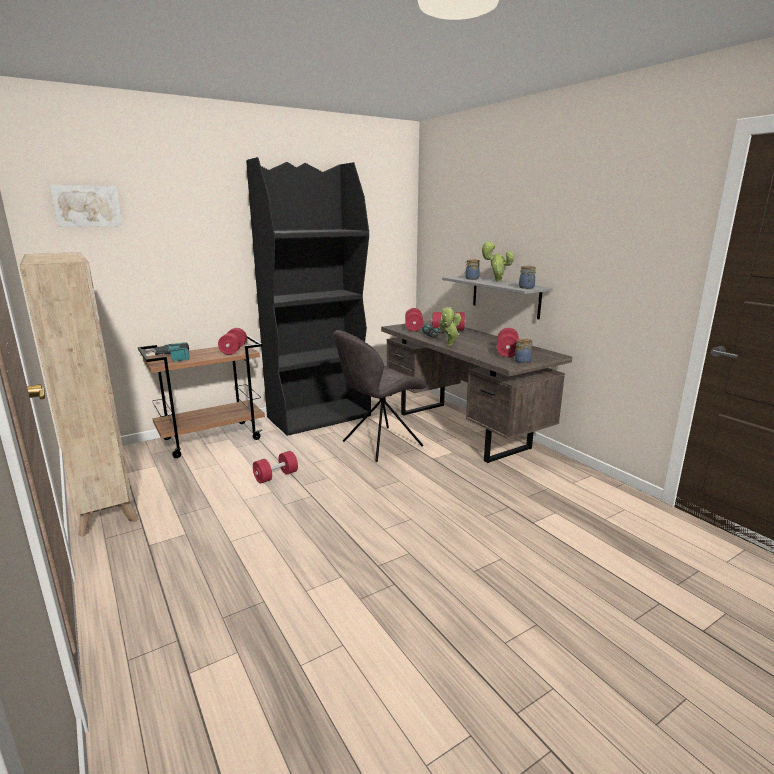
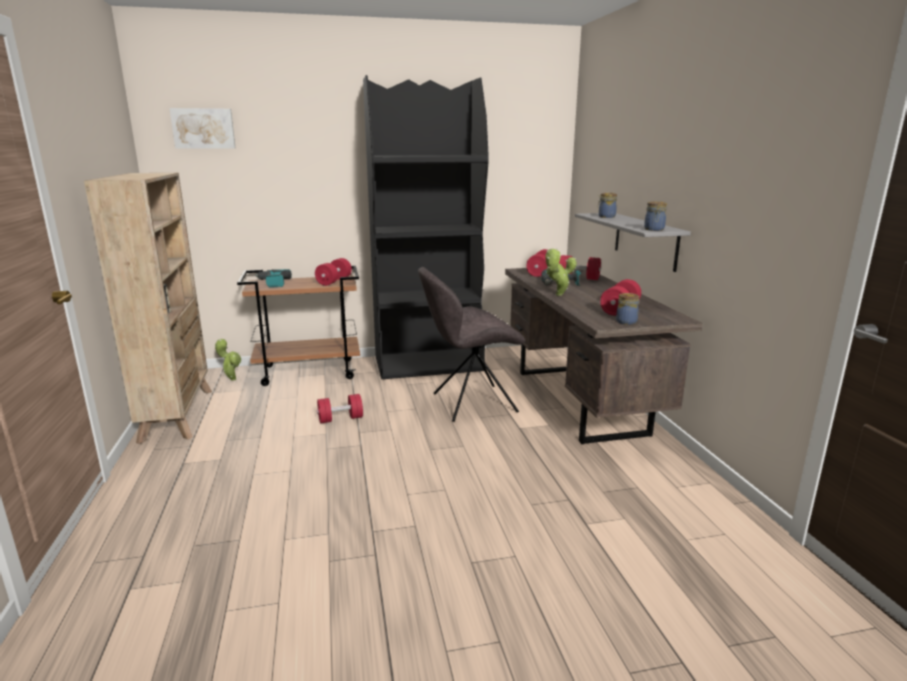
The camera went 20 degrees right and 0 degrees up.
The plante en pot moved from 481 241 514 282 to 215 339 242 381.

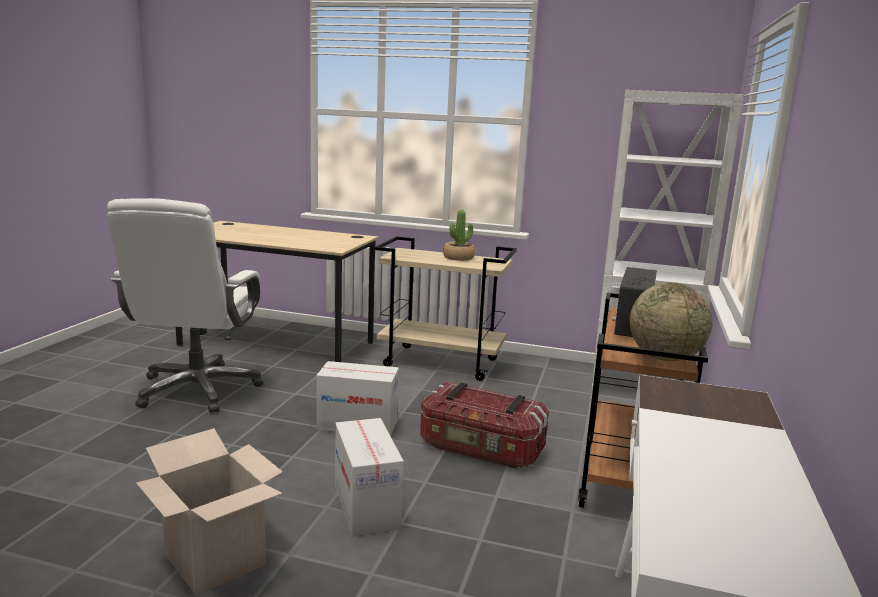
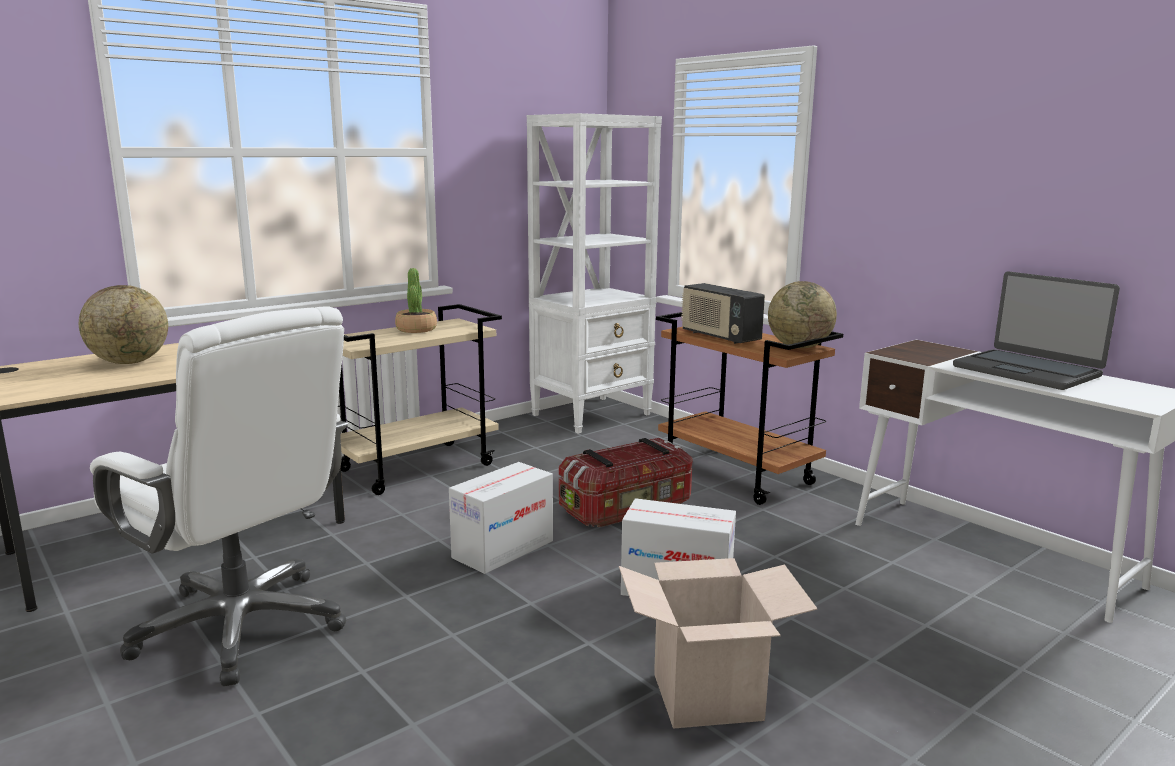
The camera went 55 degrees left and 0 degrees up.
The ordinateur portable at 953 271 1120 390 appeared.
The globe at 79 285 168 364 appeared.

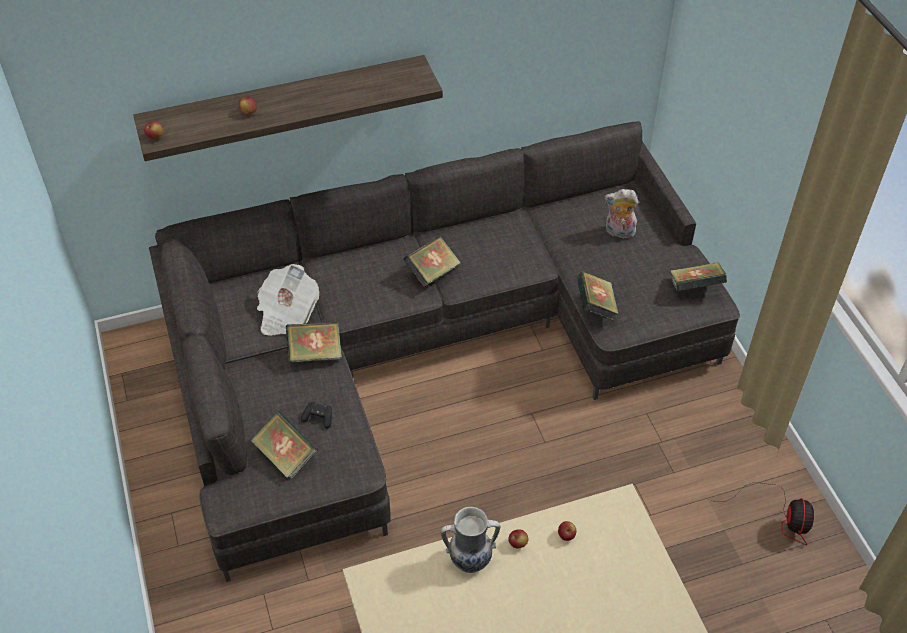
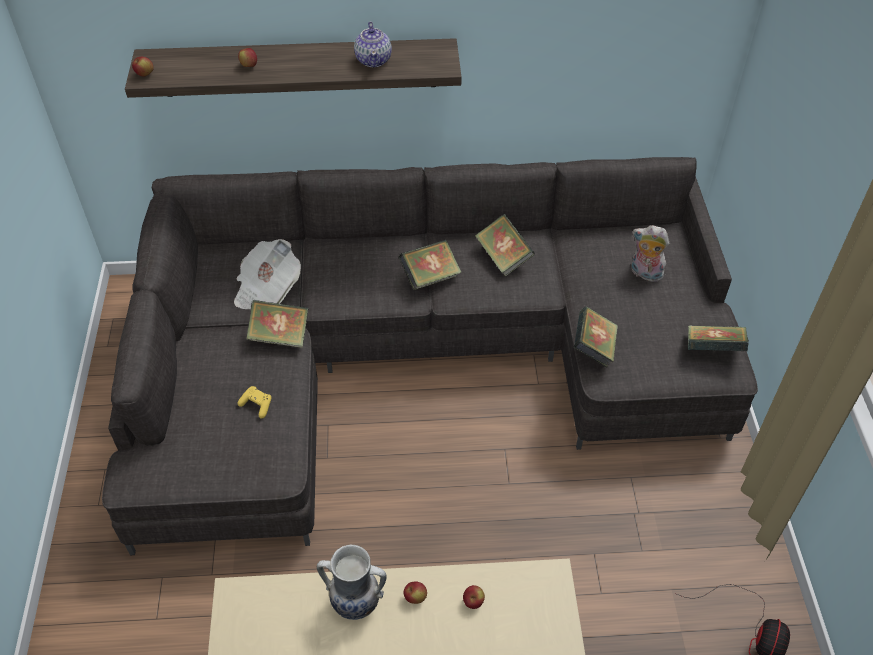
The camera went 15 degrees right and 0 degrees up.
The manette/noir at 301 402 332 429 became the manette/jaune at 238 386 272 419.
The livre moved from 251 411 318 479 to 475 214 535 277.
The théière at 354 22 392 67 appeared.

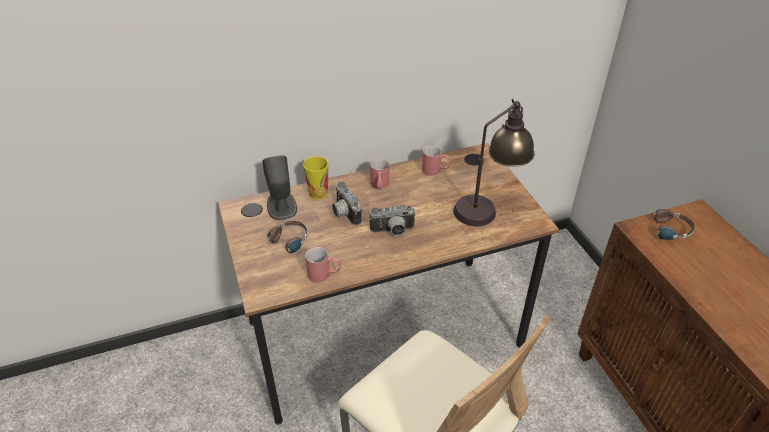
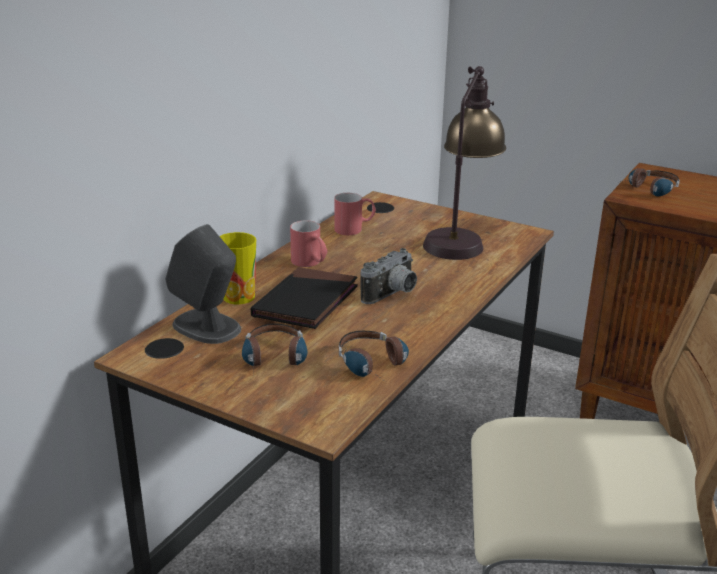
The camera went 40 degrees left and 15 degrees down.
The appareil photo at 332 182 362 225 was replaced by the livre/noir at 251 267 358 329.
The mug/rouge at 305 247 341 283 was replaced by the casque audio at 339 331 409 379.

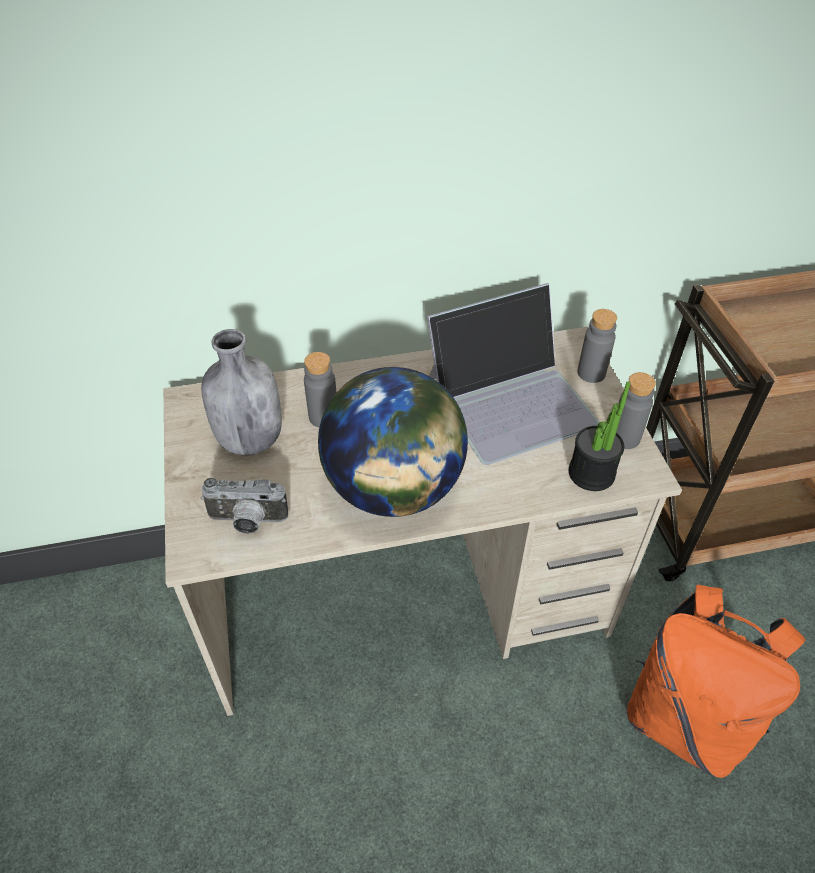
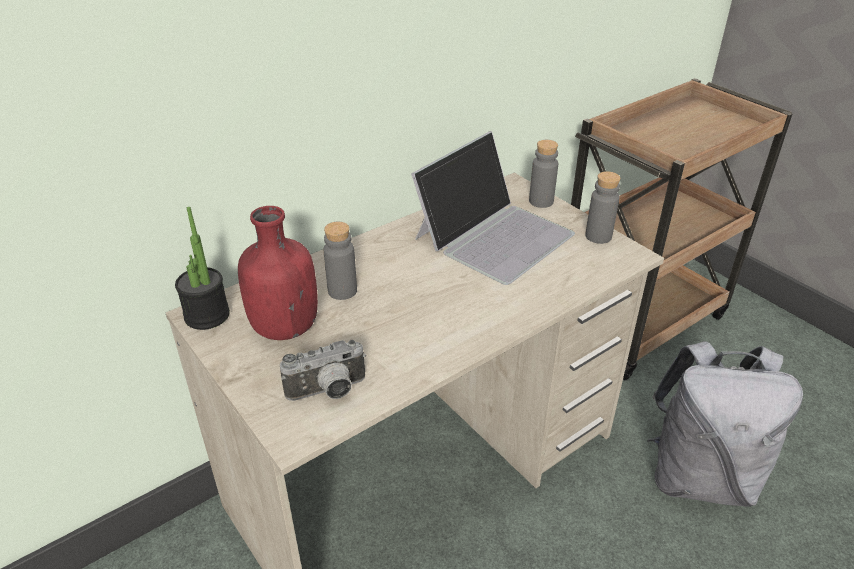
The camera went 25 degrees left and 10 degrees down.
The bouteille/gris at 201 329 282 455 became the bouteille/rouge at 238 206 318 340.
The globe at 318 367 468 517 disappeared.
The plante en pot moved from 569 382 630 491 to 175 207 230 330.
The sac à dos/orange at 627 585 805 778 became the sac à dos/gris at 647 341 803 507.

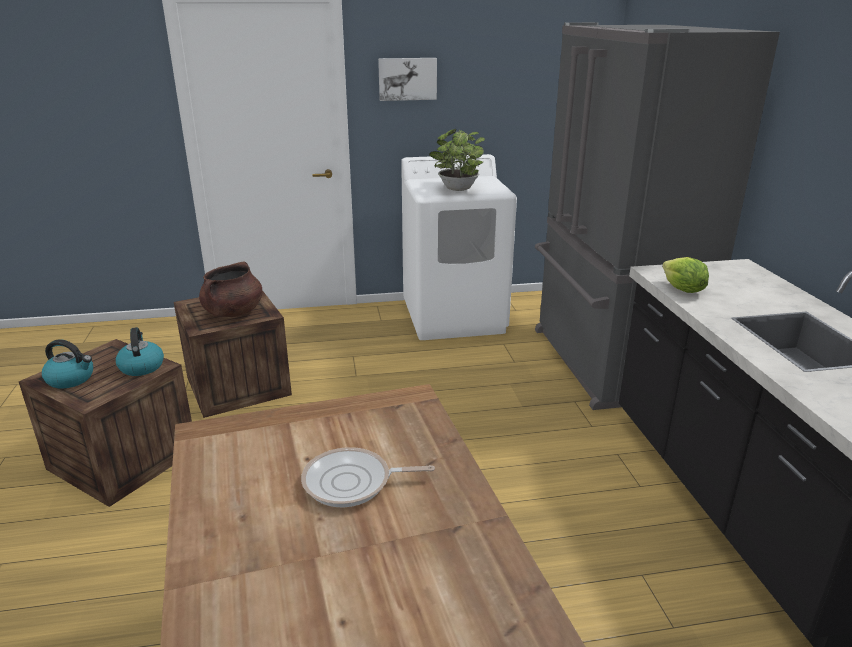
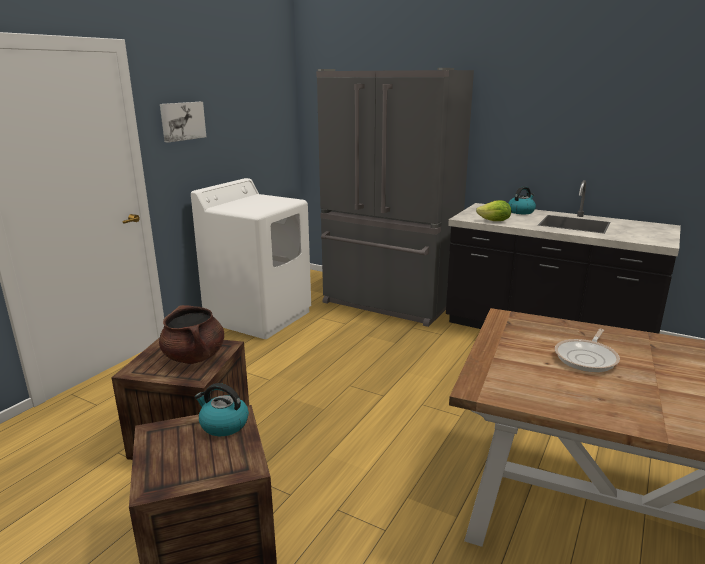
The camera went 50 degrees left and 5 degrees down.
The plante en pot at 429 129 485 191 disappeared.
The bouilloire moved from 42 339 93 389 to 508 186 536 214.

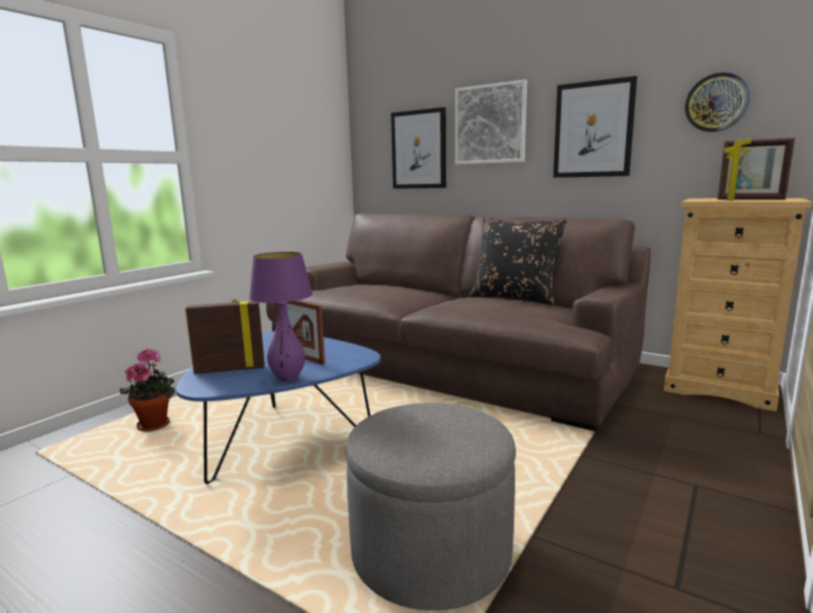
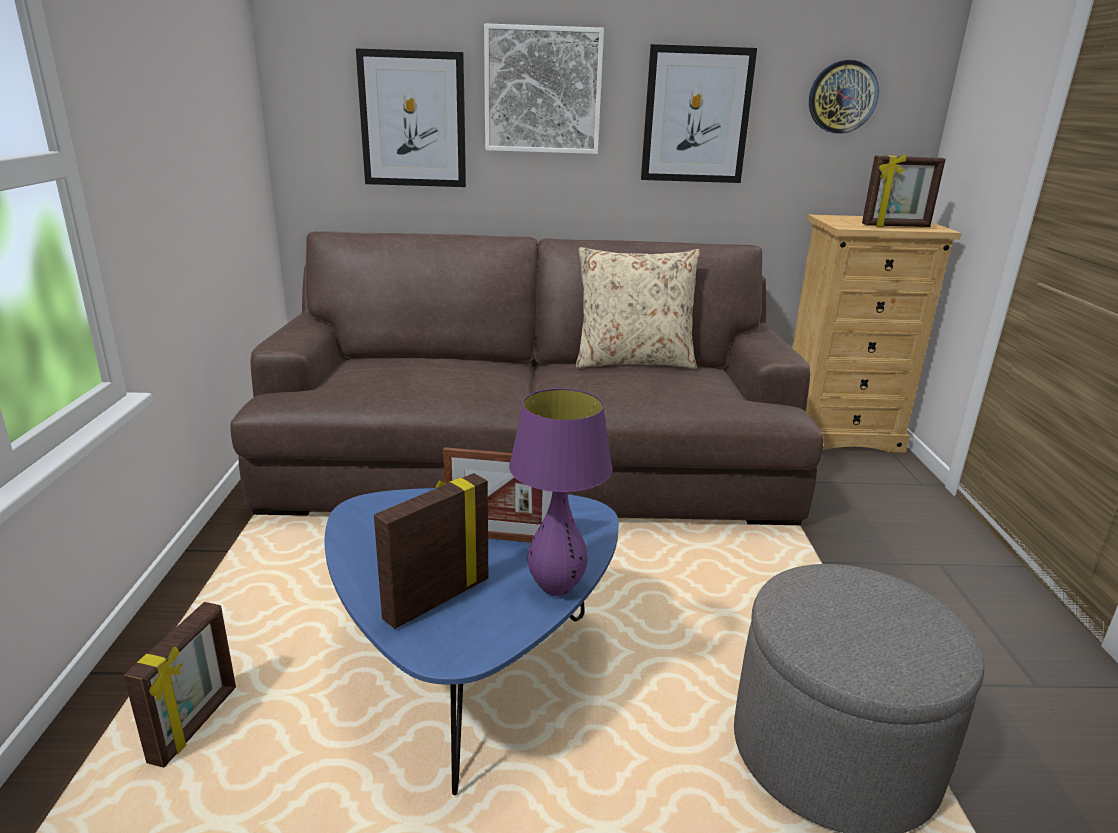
The camera went 35 degrees left and 10 degrees up.
The coussin/noir at 470 217 567 305 became the coussin/beige at 576 247 700 369.
The plante en pot at 120 348 175 431 was replaced by the cadre photo at 124 602 236 768.

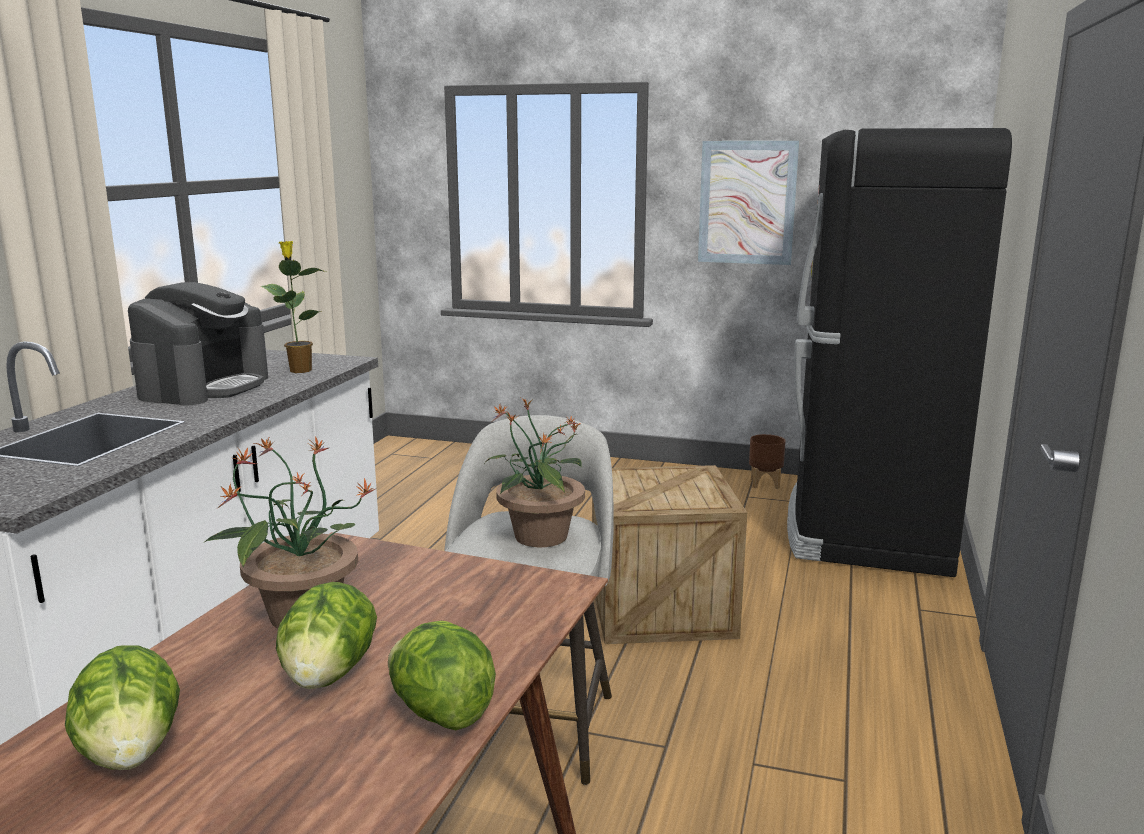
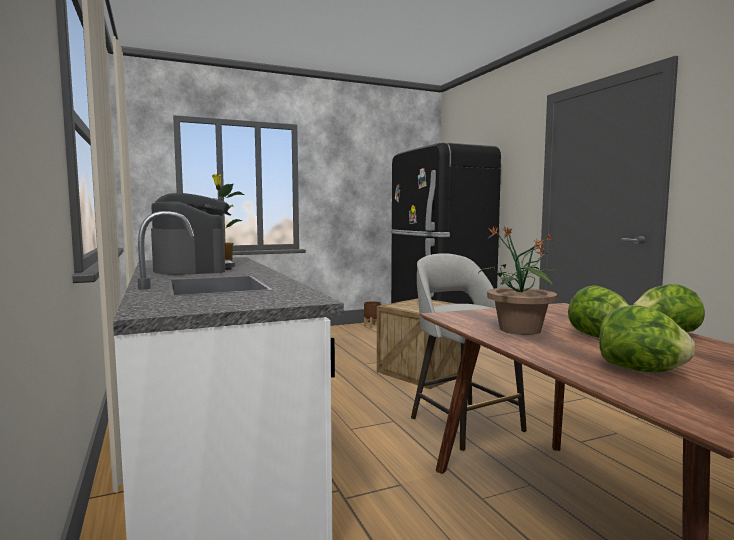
The camera went 40 degrees left and 10 degrees down.
The tableau at 698 141 799 265 disappeared.
The plante en pot at 485 398 585 547 disappeared.

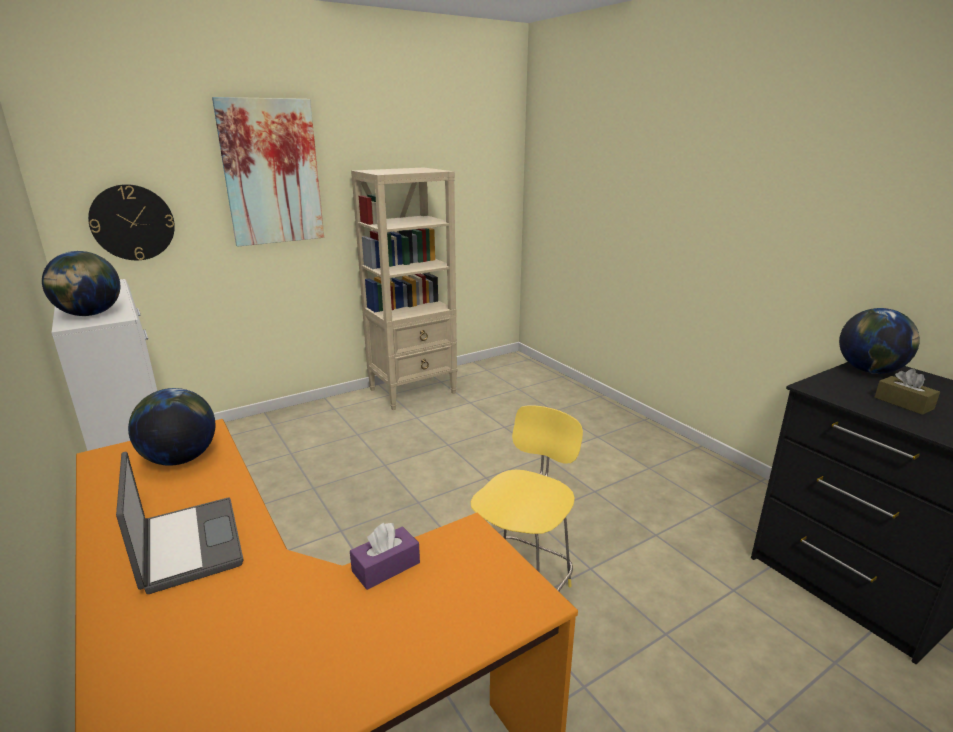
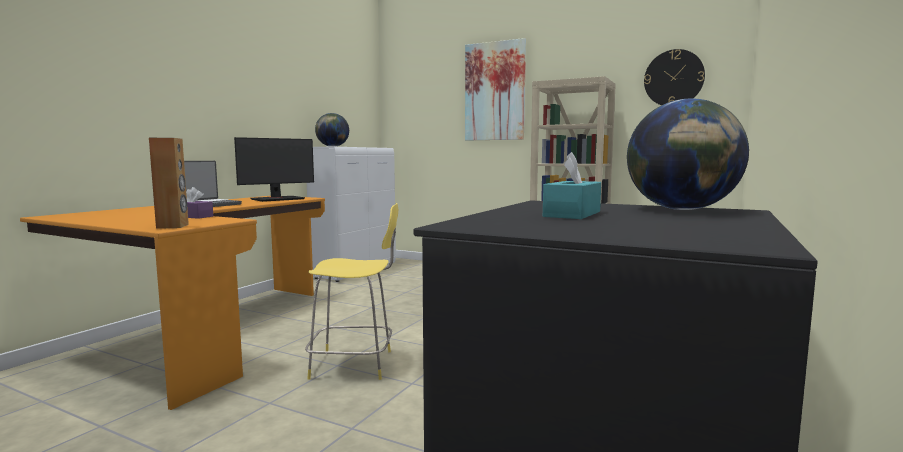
The camera went 60 degrees right and 15 degrees down.
The horloge murale moved from 88 184 175 260 to 644 49 705 105.
The boîte à mouchoirs/marron at 875 369 940 415 became the boîte à mouchoirs/turquoise at 543 152 601 219.
The globe at 128 388 215 466 was replaced by the écran d'ordinateur at 234 137 314 202.
The enceinte/marron at 149 138 189 229 appeared.

